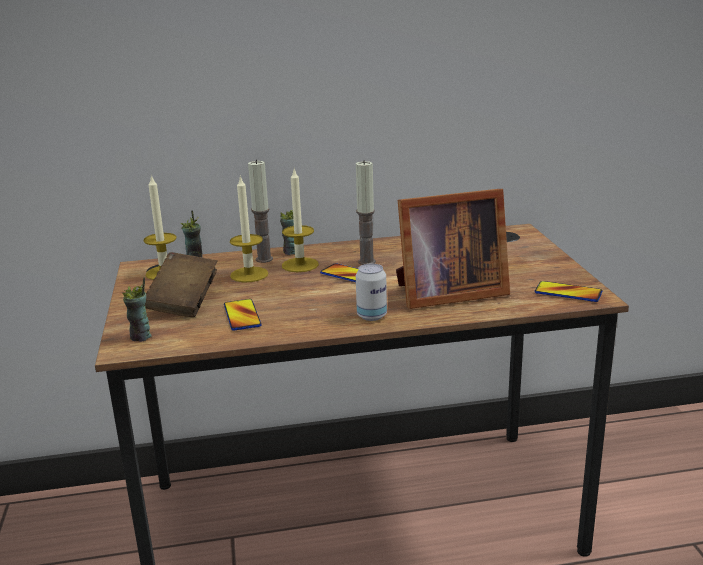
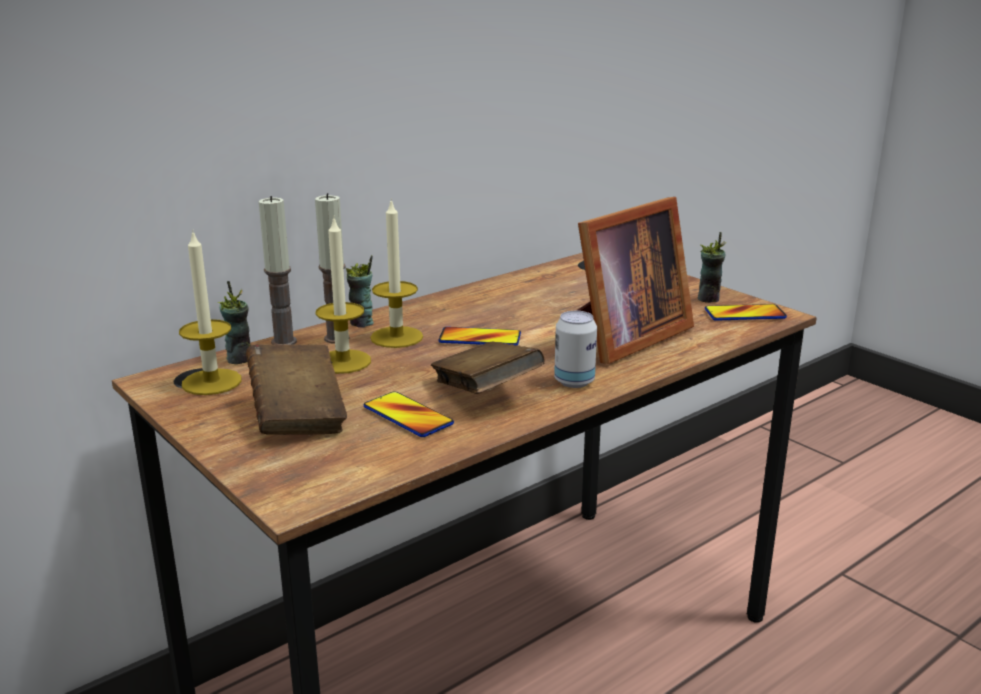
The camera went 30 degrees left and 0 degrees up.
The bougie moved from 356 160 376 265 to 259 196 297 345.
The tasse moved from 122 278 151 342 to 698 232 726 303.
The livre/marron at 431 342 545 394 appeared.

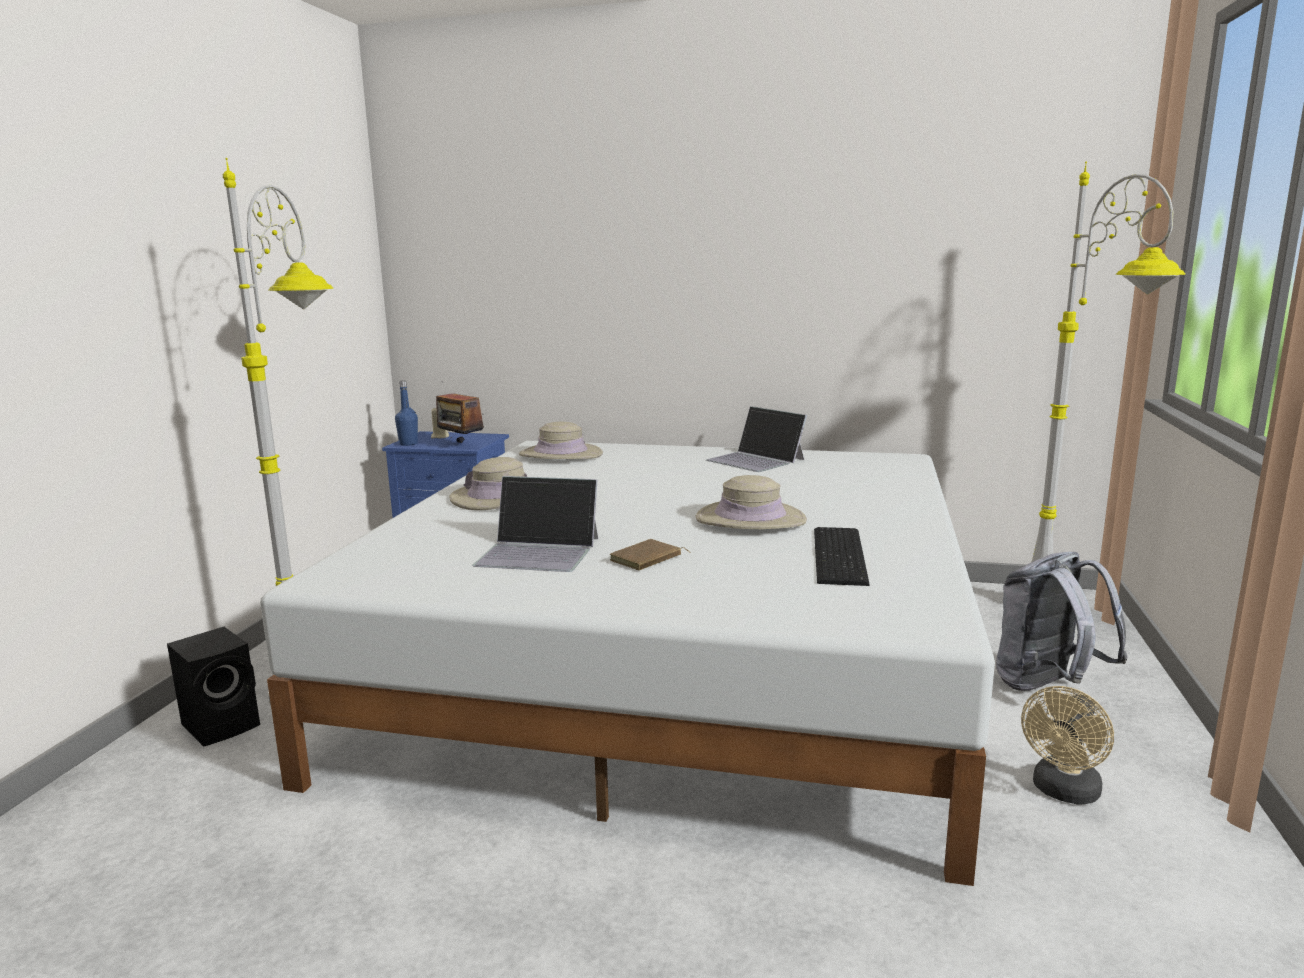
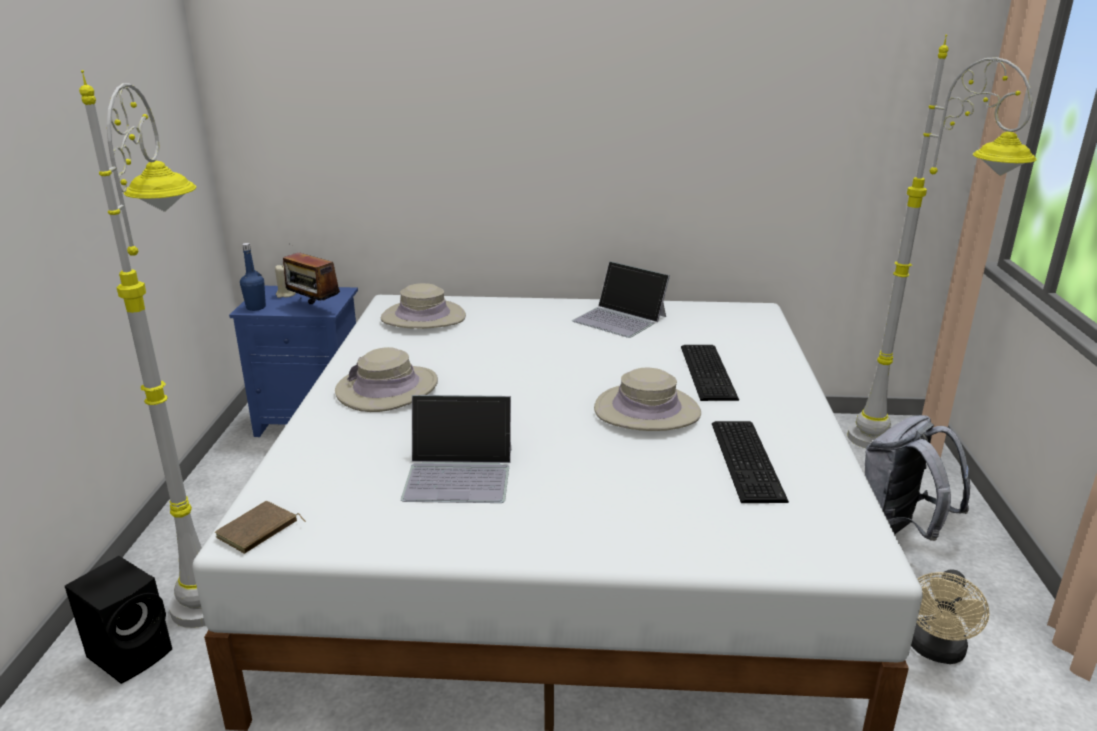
The camera went 10 degrees left and 10 degrees up.
The livre/marron moved from 610 539 691 571 to 215 501 306 554.
The clavier at 681 345 739 401 appeared.

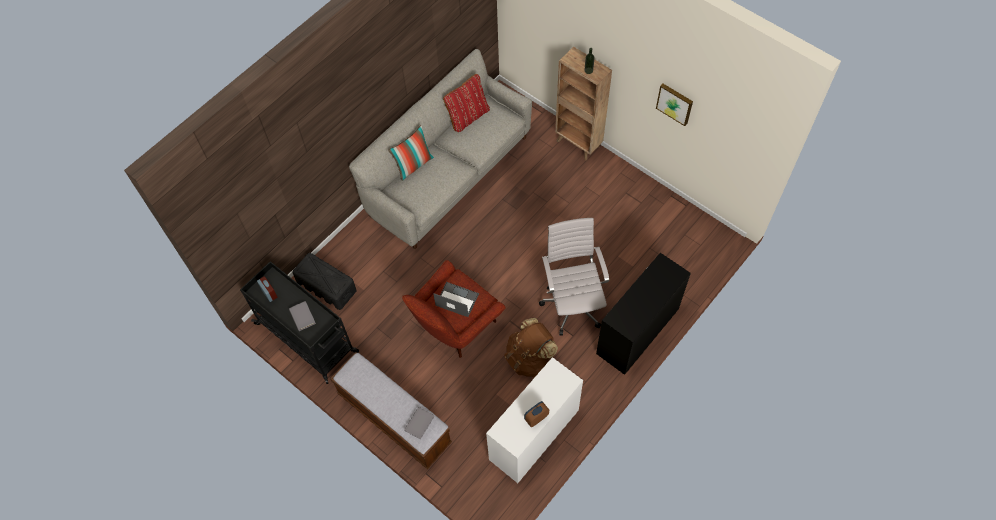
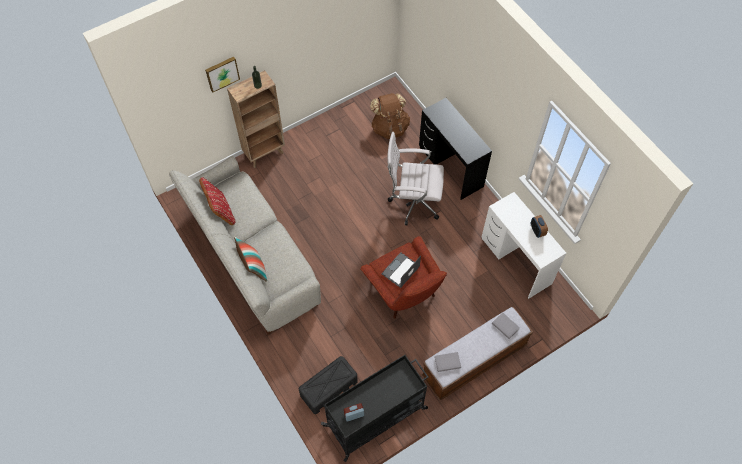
The camera went 75 degrees left and 0 degrees up.
The tableau moved from 656 84 693 126 to 205 57 240 93.
The livre/gris moved from 289 301 316 331 to 435 352 461 372.
The sac à dos/marron moved from 504 318 558 378 to 370 93 410 139.

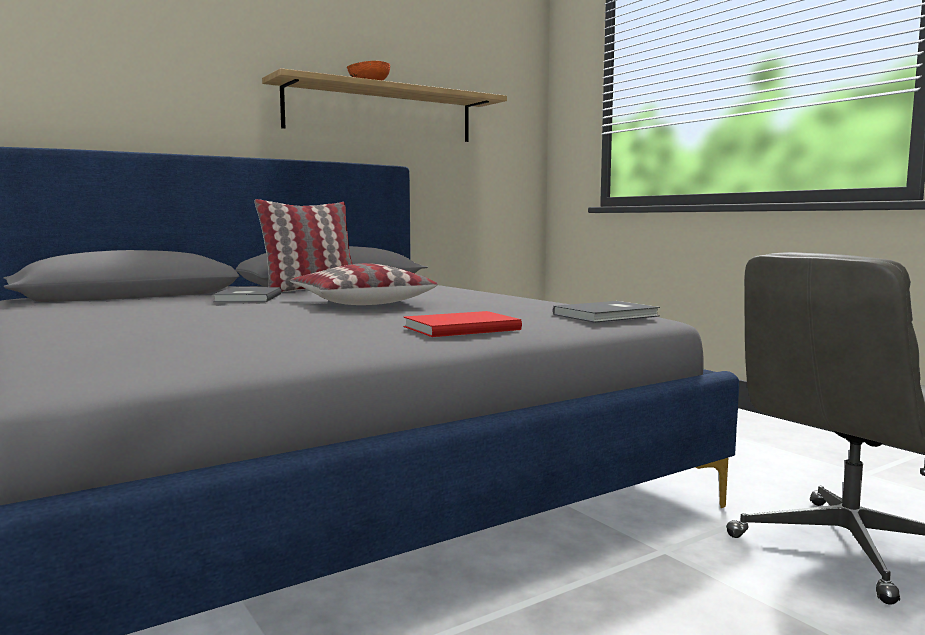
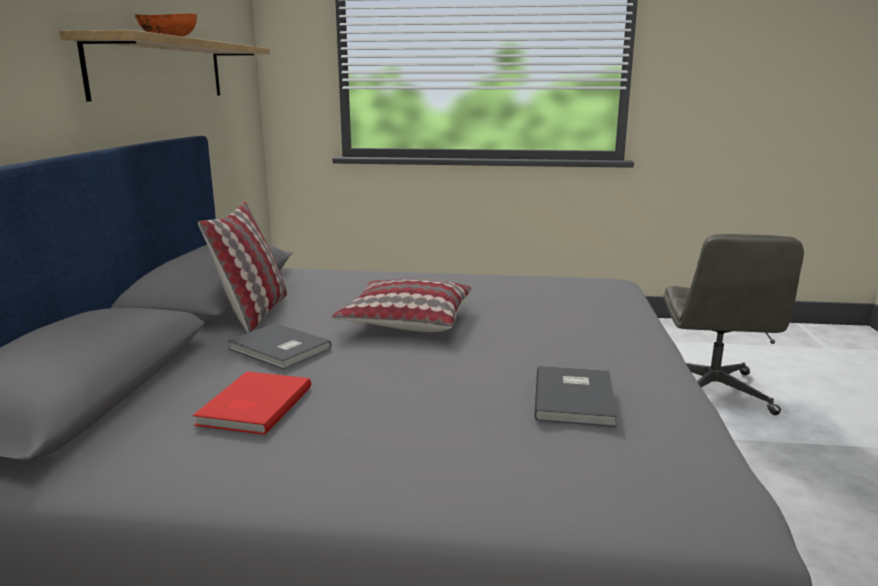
The camera went 50 degrees left and 10 degrees up.
The livre/gris moved from 553 301 660 323 to 535 366 618 427.
The livre/rouge moved from 403 311 522 337 to 193 371 311 435.

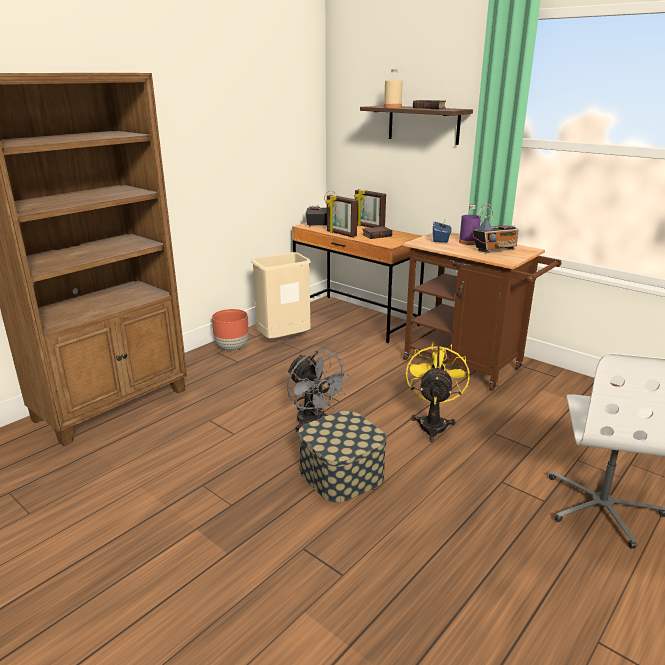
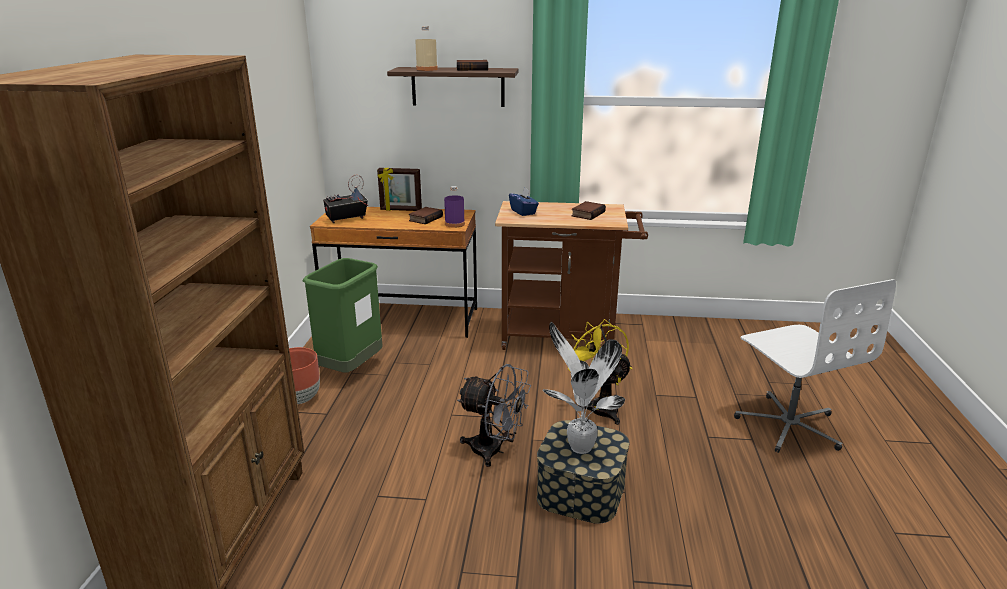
The camera went 35 degrees left and 0 degrees up.
The cadre photo at 326 195 358 237 disappeared.
The radio at 473 204 519 253 was replaced by the livre at 571 201 606 220.
The bouteille/violet moved from 459 205 481 245 to 444 186 465 228.
The poubelle/beige at 251 252 311 338 became the poubelle/vert at 303 258 383 373.
The plante en pot at 543 322 625 454 appeared.

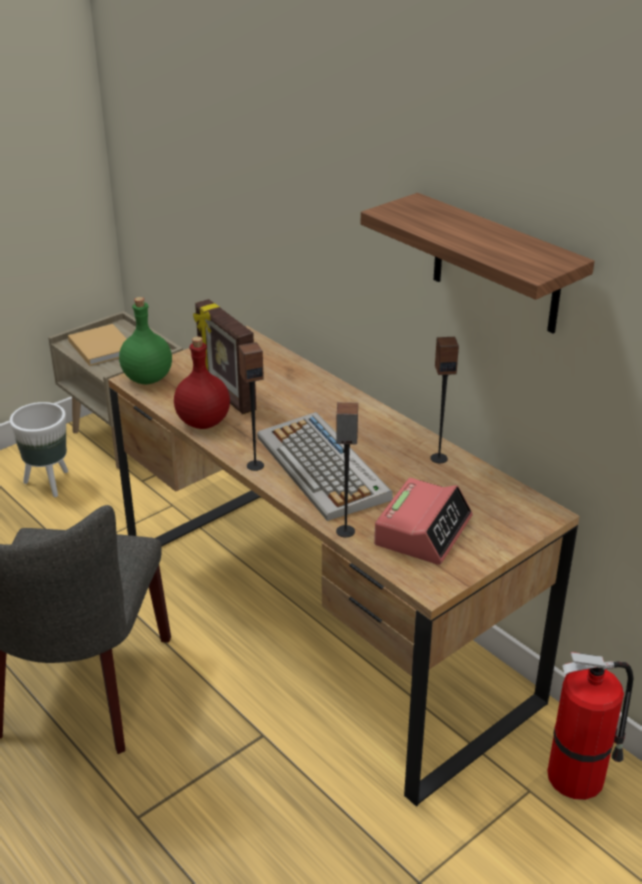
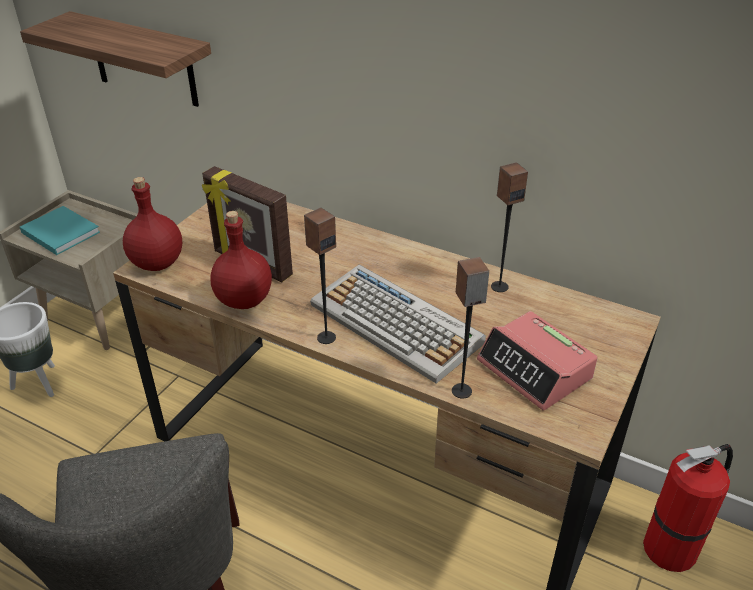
The camera went 20 degrees left and 5 degrees up.
The étagère moved from 361 193 594 333 to 20 11 211 107.
The bouteille/vert at 119 297 172 385 became the bouteille/rouge at 123 177 182 271.
The livre/beige at 68 324 127 366 became the livre/turquoise at 20 206 100 255.
The réveil at 374 478 473 565 turned 135 degrees clockwise.

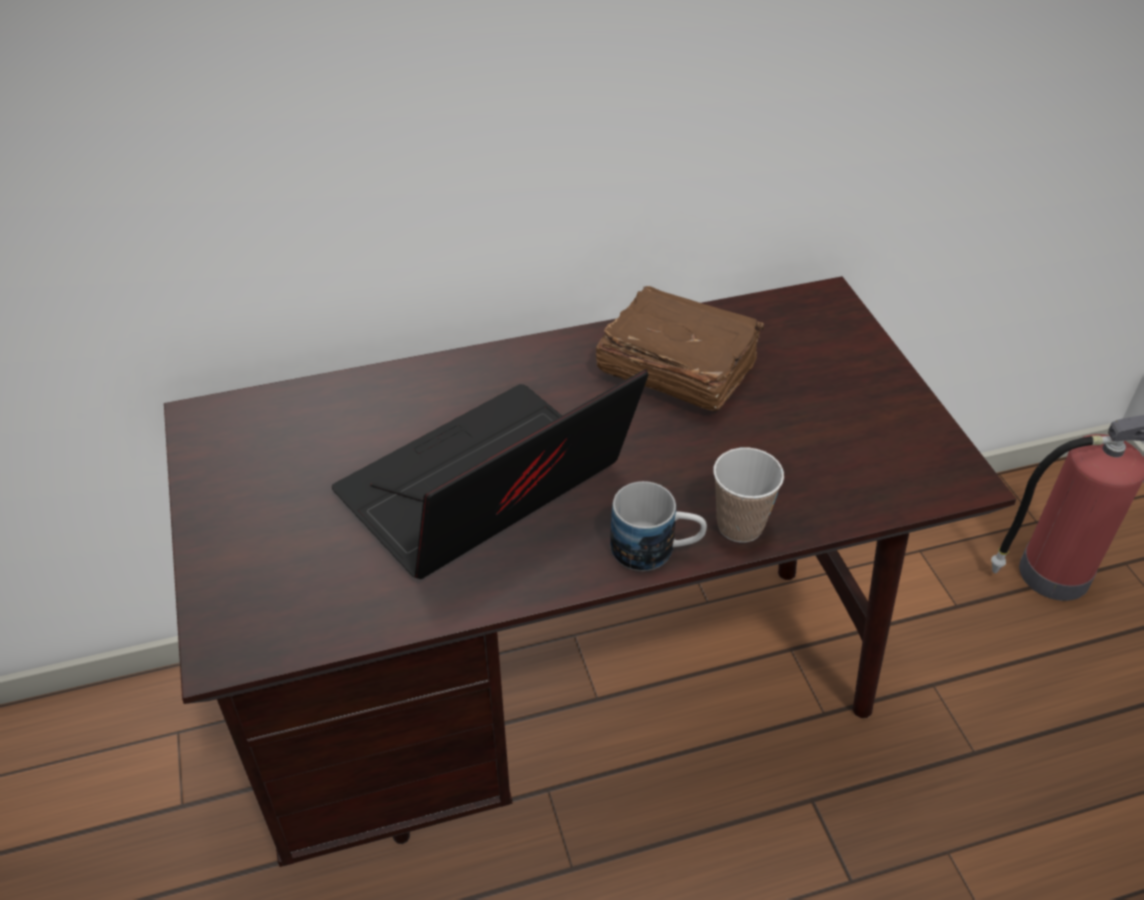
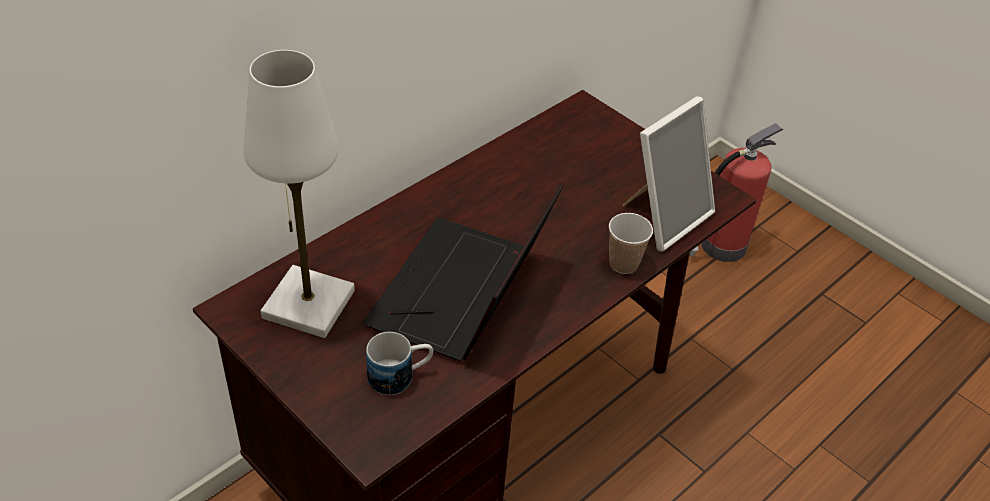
The camera went 30 degrees left and 0 degrees up.
The livre/marron at 596 286 764 411 disappeared.
The mug moved from 610 481 707 571 to 366 332 433 395.
The lampe de table/blanc at 244 50 355 338 appeared.
The cadre photo at 622 96 715 252 appeared.

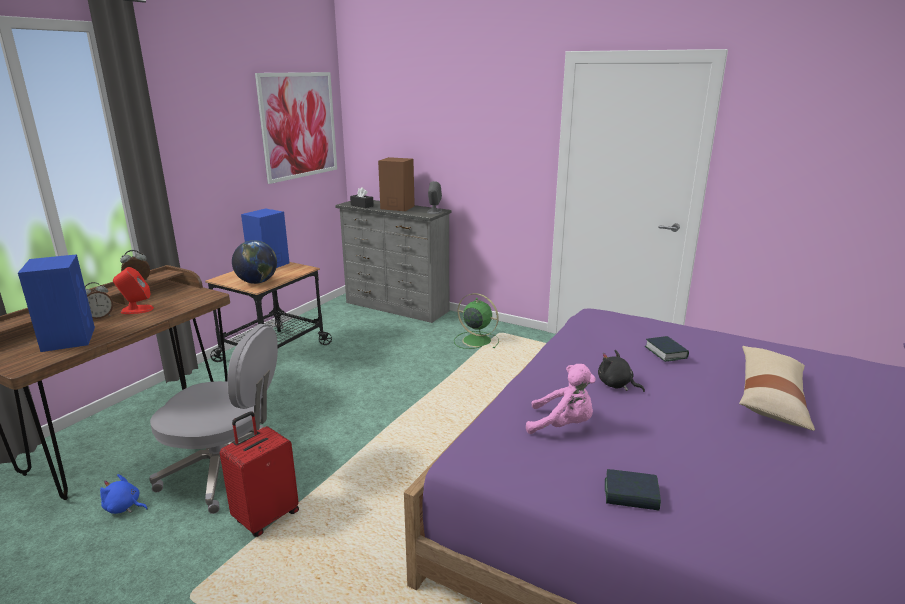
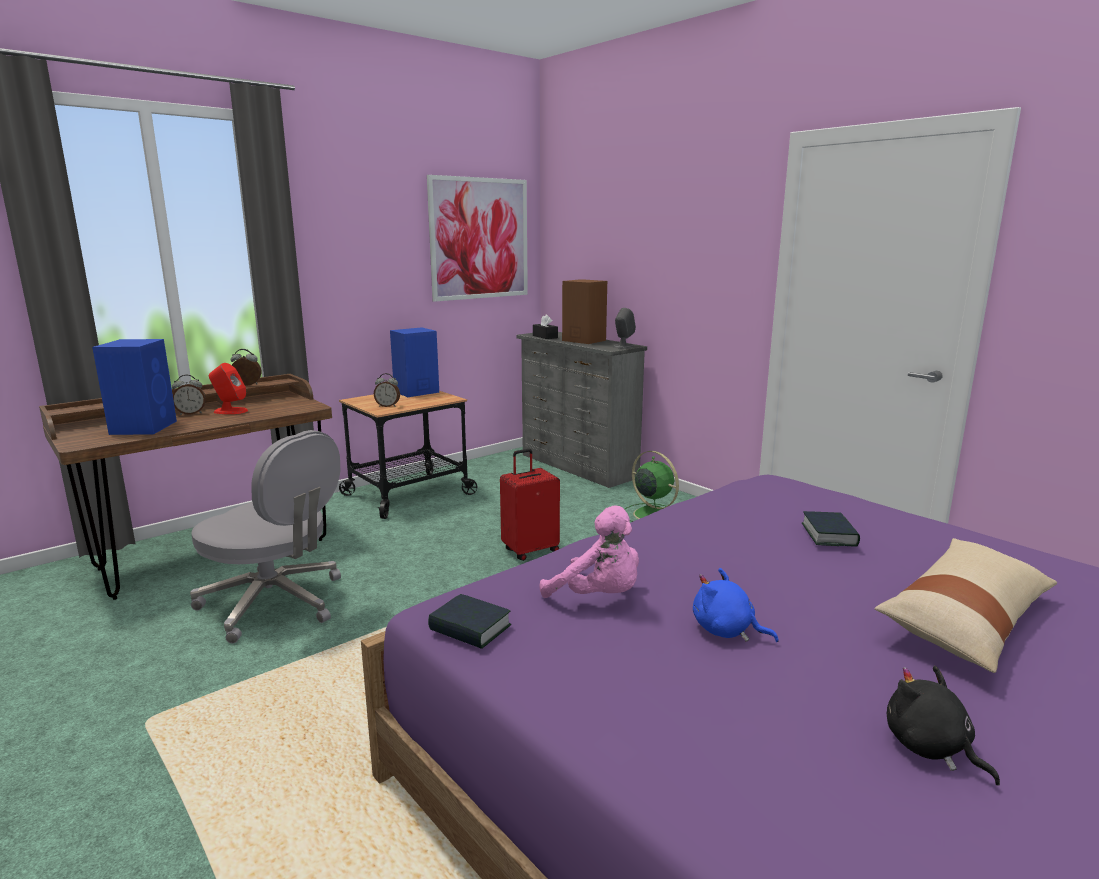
The camera went 20 degrees right and 5 degrees down.
The globe at 232 240 277 284 was replaced by the réveil at 374 373 400 407.
The peluche/noir moved from 598 350 645 392 to 887 666 1000 785.
The valise/rouge moved from 220 411 299 537 to 500 449 560 561.
The livre moved from 605 469 661 510 to 428 594 511 649.
The peluche/bleu moved from 100 474 148 514 to 693 568 779 642.

